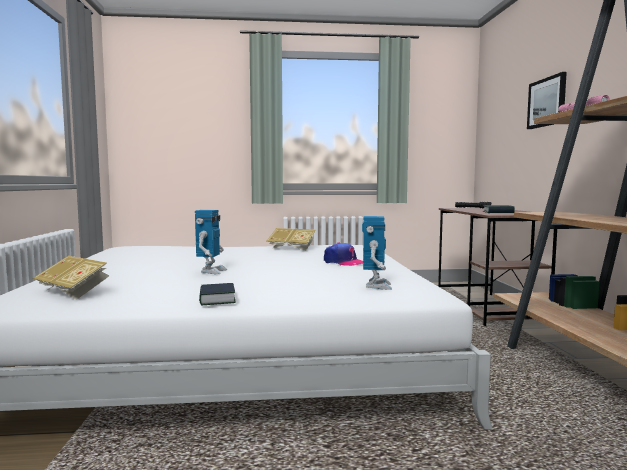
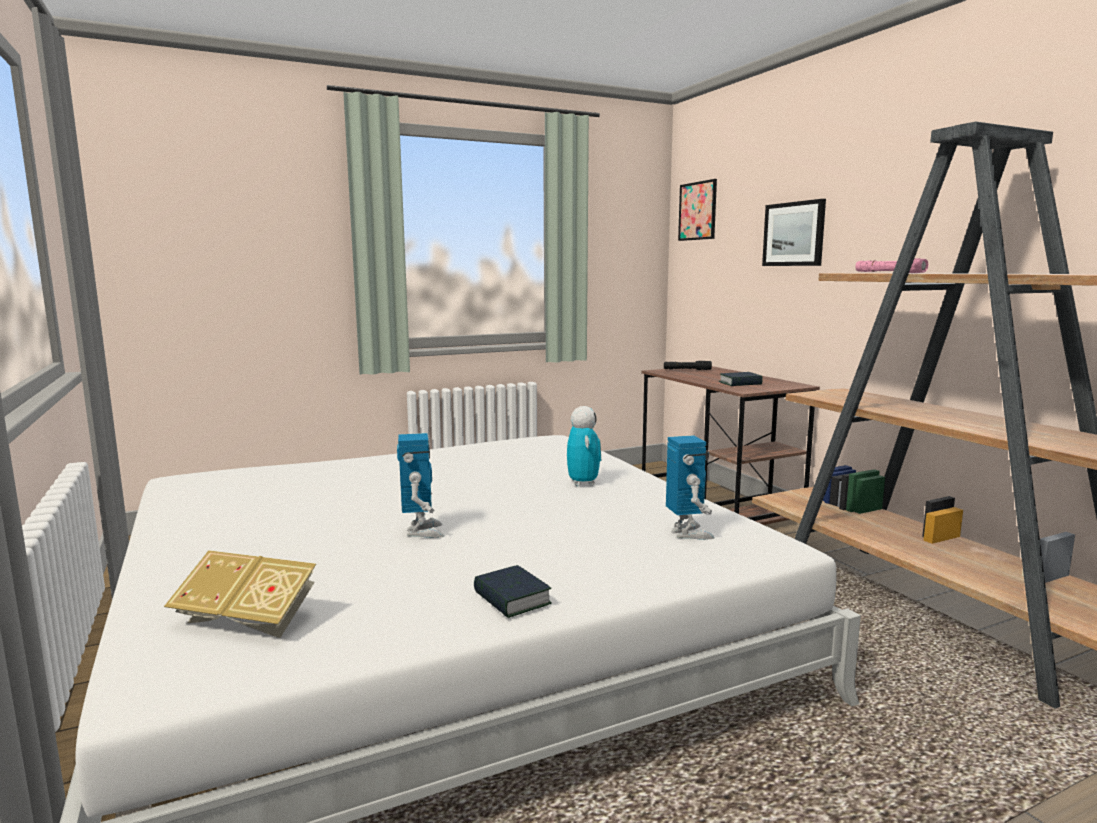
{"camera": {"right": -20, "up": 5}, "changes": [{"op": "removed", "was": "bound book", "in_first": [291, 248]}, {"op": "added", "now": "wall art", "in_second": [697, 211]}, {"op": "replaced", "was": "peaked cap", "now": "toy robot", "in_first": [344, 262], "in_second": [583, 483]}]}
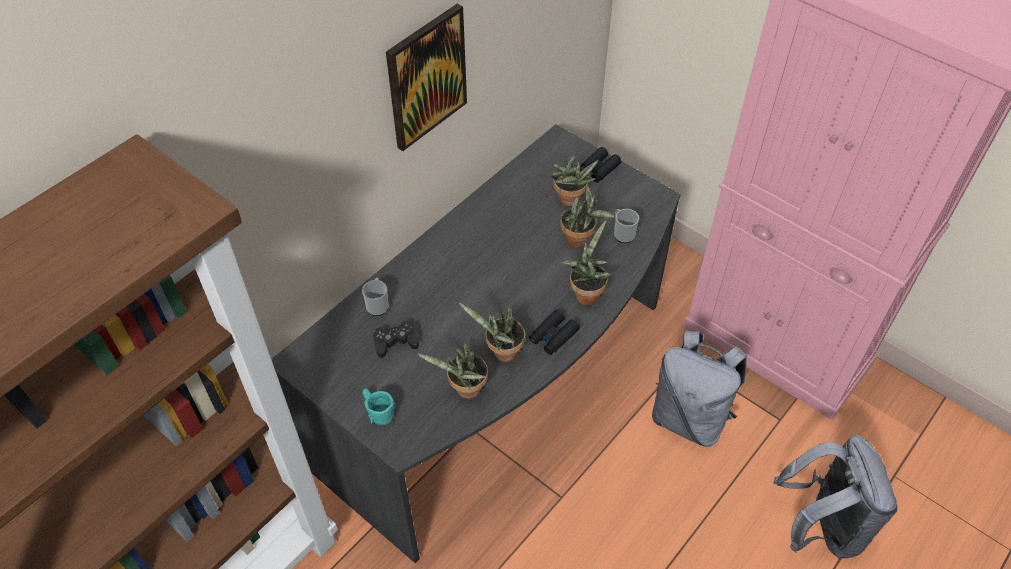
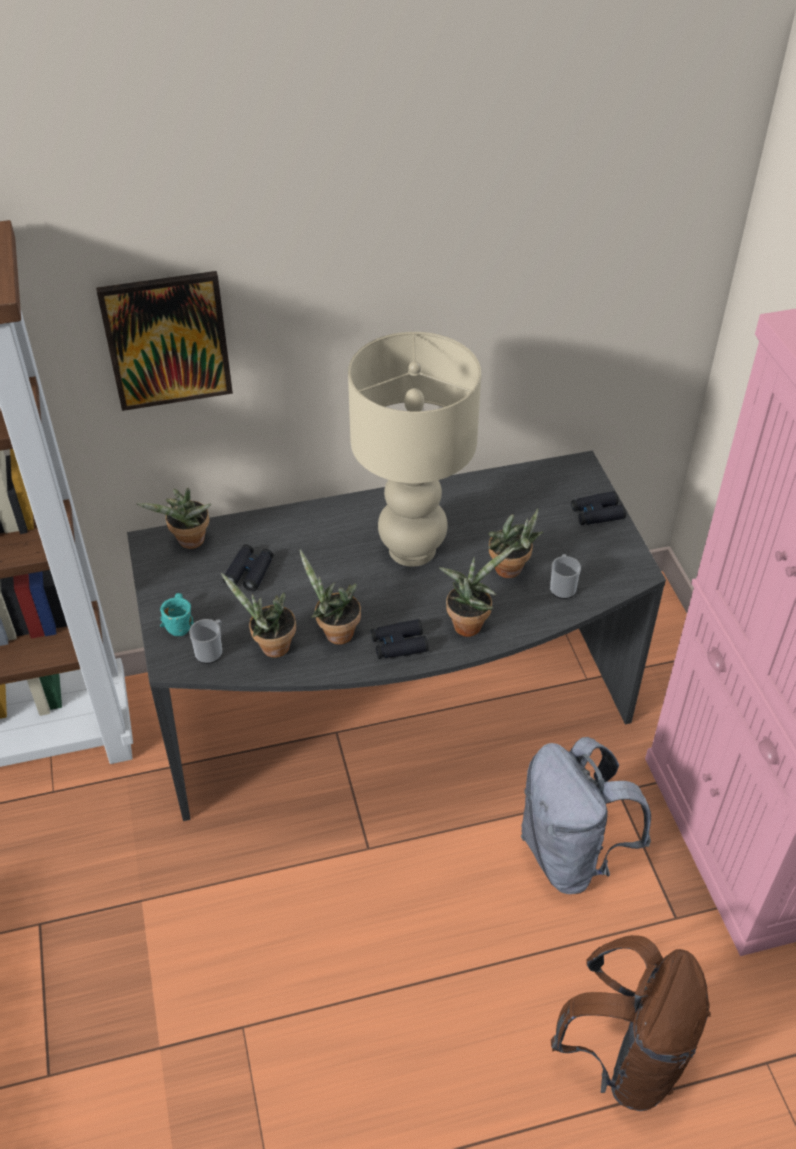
{"camera": {"right": 35, "up": -5}, "changes": [{"op": "added", "now": "tabletop lamp (sand-coloured)", "in_second": [413, 550]}, {"op": "moved", "was": "mug", "in_first": [378, 305], "in_second": [211, 651]}, {"op": "moved", "was": "wall art", "in_first": [426, 77], "in_second": [167, 340]}, {"op": "moved", "was": "houseplant", "in_first": [569, 201], "in_second": [189, 543]}, {"op": "replaced", "was": "gamepad (blackish)", "now": "binoculars (blackish)", "in_first": [396, 342], "in_second": [249, 572]}, {"op": "recoloured", "was": "knapsack (greyish)", "now": "knapsack (brown-coloured)", "in_first": [821, 526], "in_second": [626, 1056]}]}
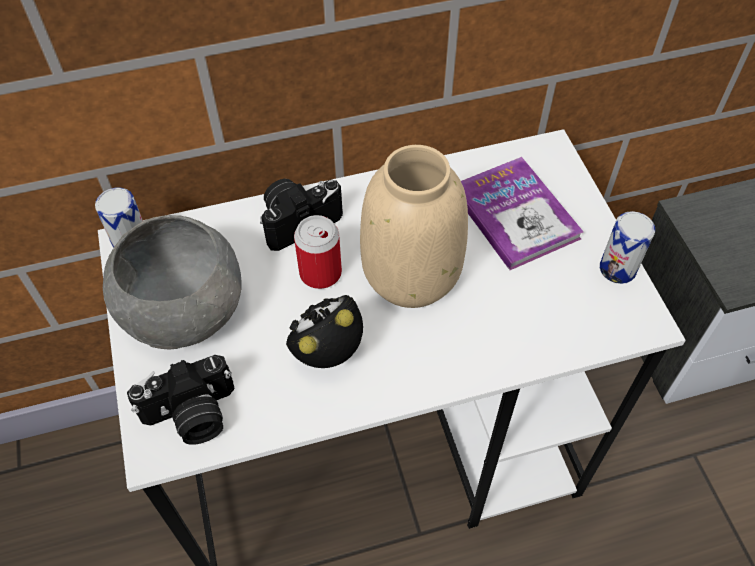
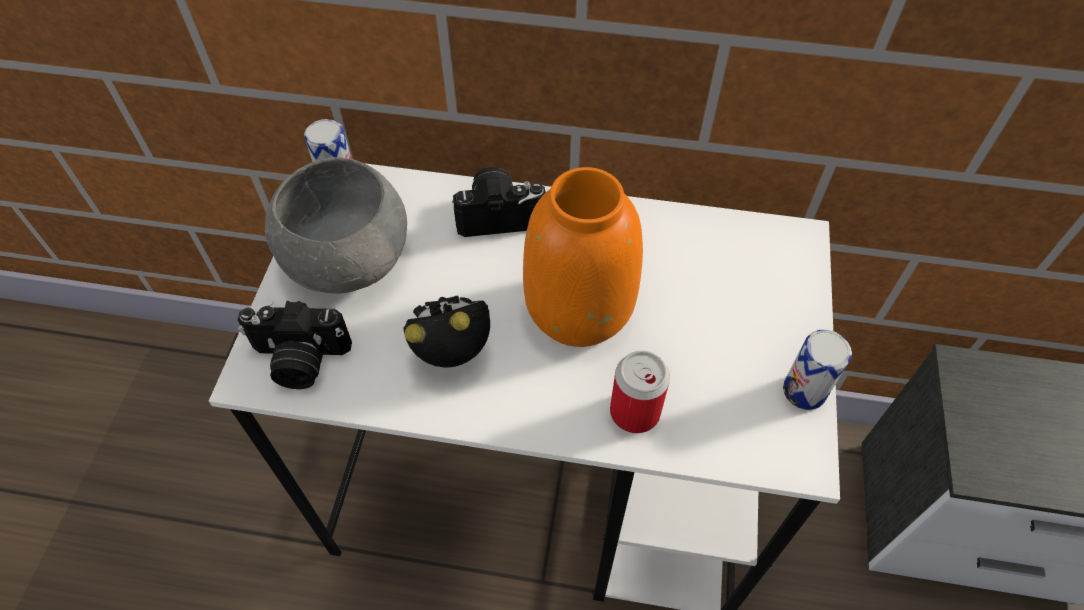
{"camera": {"right": 25, "up": 0}, "changes": [{"op": "removed", "was": "bound book", "in_first": [515, 214]}, {"op": "moved", "was": "can", "in_first": [320, 273], "in_second": [635, 411]}, {"op": "recoloured", "was": "vase (sand-coloured)", "now": "vase (orangey)", "in_first": [410, 274], "in_second": [578, 309]}]}
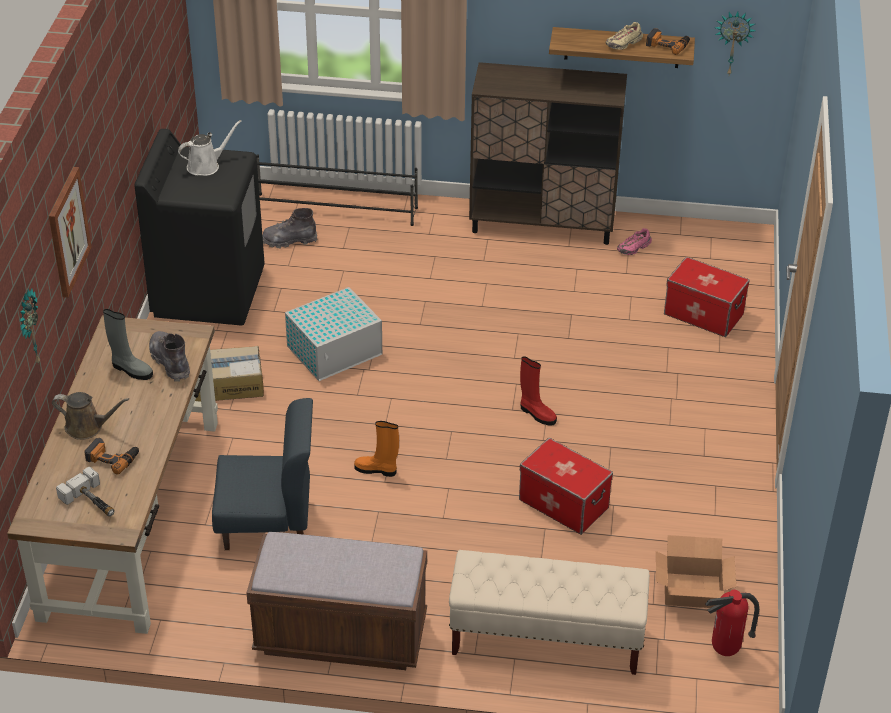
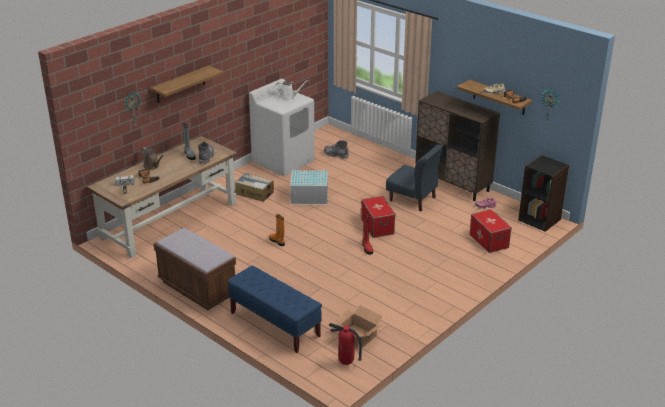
{"camera": {"right": 35, "up": -10}, "changes": [{"op": "removed", "was": "shoe shelf (blackish)", "in_first": [336, 210]}, {"op": "added", "now": "shelving unit (blackish)", "in_second": [540, 219]}, {"op": "moved", "was": "chair (blue)", "in_first": [267, 523], "in_second": [413, 199]}, {"op": "moved", "was": "storage box", "in_first": [564, 503], "in_second": [377, 226]}, {"op": "replaced", "was": "wall art", "now": "shelf", "in_first": [67, 232], "in_second": [180, 84]}, {"op": "recoloured", "was": "laundry machine (blackish)", "now": "laundry machine (whitish)", "in_first": [208, 292], "in_second": [283, 161]}, {"op": "recoloured", "was": "indoor bench (sand-coloured)", "now": "indoor bench (blue)", "in_first": [545, 639], "in_second": [274, 324]}]}
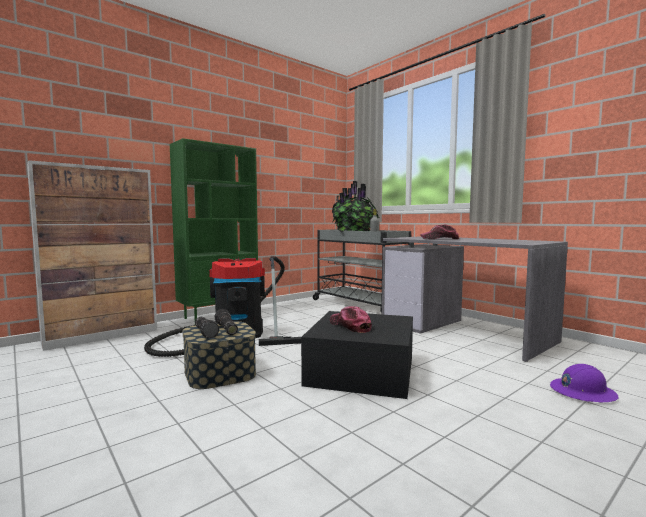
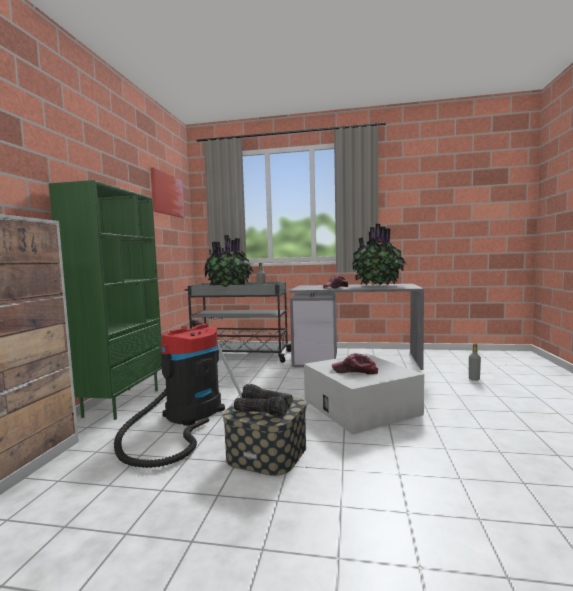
{"camera": {"right": -40, "up": 0}, "changes": [{"op": "added", "now": "wall art", "in_second": [167, 194]}, {"op": "added", "now": "houseplant", "in_second": [378, 286]}, {"op": "replaced", "was": "work helmet (purplish)", "now": "bottle (greyish)", "in_first": [582, 392], "in_second": [474, 379]}, {"op": "recoloured", "was": "storage box (blackish)", "now": "storage box (whitish)", "in_first": [362, 370], "in_second": [360, 407]}]}
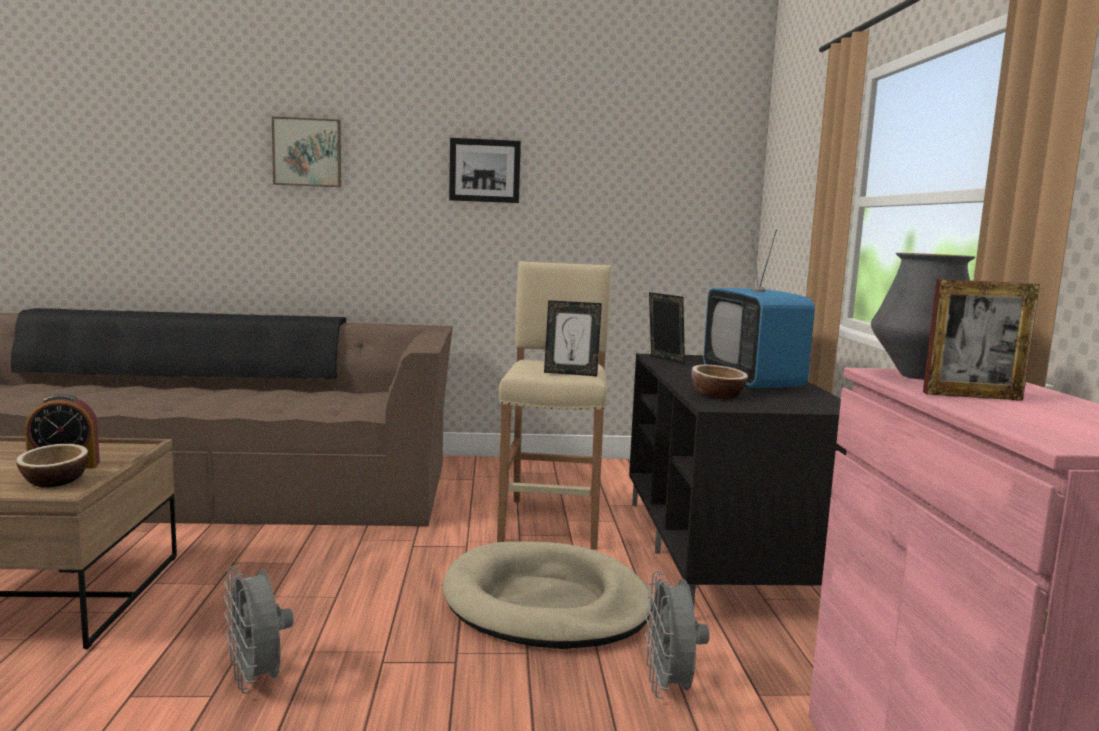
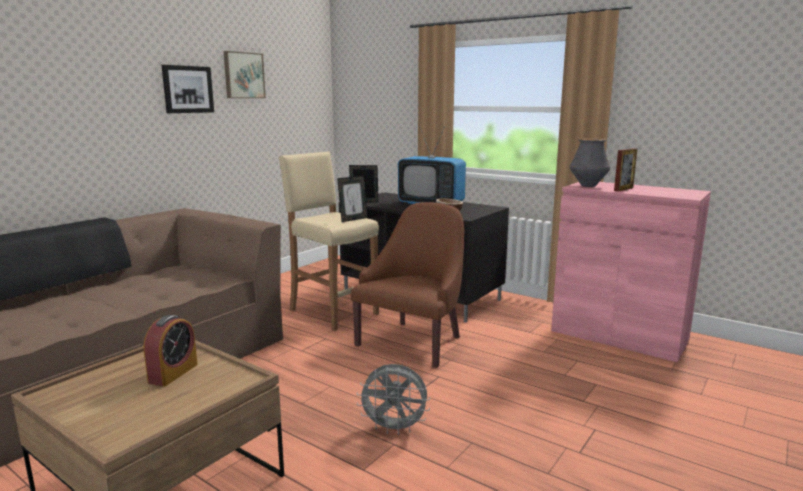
{"camera": {"right": -50, "up": 5}, "changes": [{"op": "removed", "was": "deep dish", "in_first": [54, 481]}, {"op": "removed", "was": "electric fan (greyish)", "in_first": [669, 688]}, {"op": "moved", "was": "wall art", "in_first": [307, 152], "in_second": [243, 75]}, {"op": "replaced", "was": "dog bed (sand-coloured)", "now": "easy chair (brown-coloured)", "in_first": [546, 603], "in_second": [413, 341]}]}
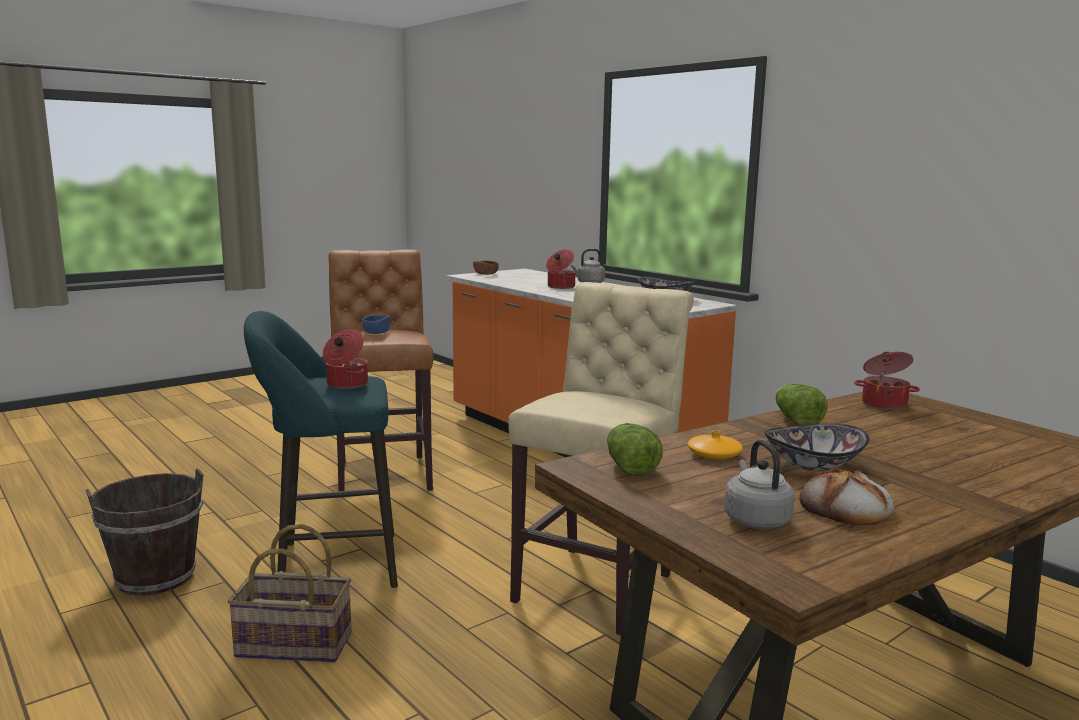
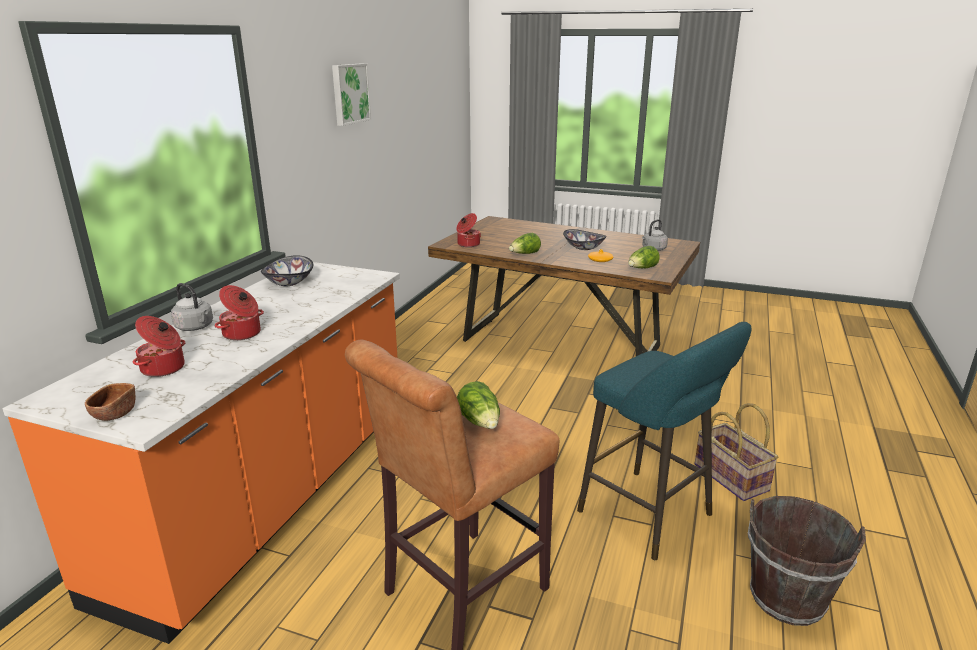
{"camera": {"right": -120, "up": 10}, "changes": [{"op": "removed", "was": "stool (sand-coloured)", "in_first": [598, 584]}, {"op": "removed", "was": "bread", "in_first": [846, 508]}, {"op": "added", "now": "wall art", "in_second": [349, 93]}, {"op": "moved", "was": "stockpot", "in_first": [346, 384], "in_second": [164, 368]}, {"op": "replaced", "was": "deep dish (blue)", "now": "lettuce head", "in_first": [376, 332], "in_second": [480, 422]}]}
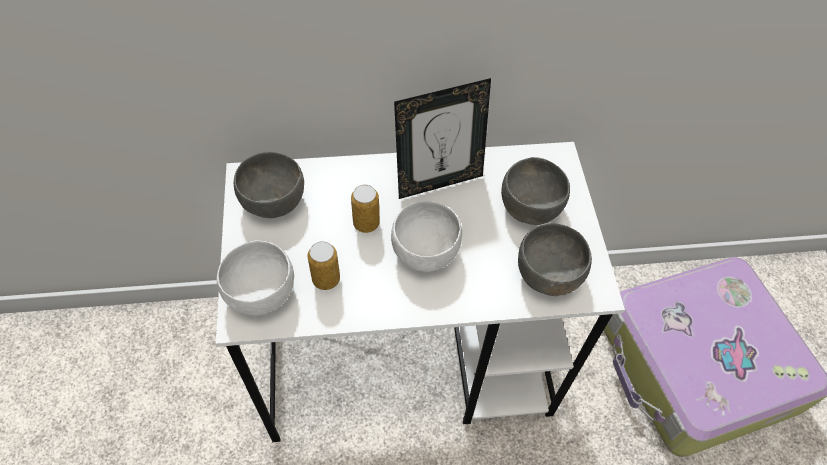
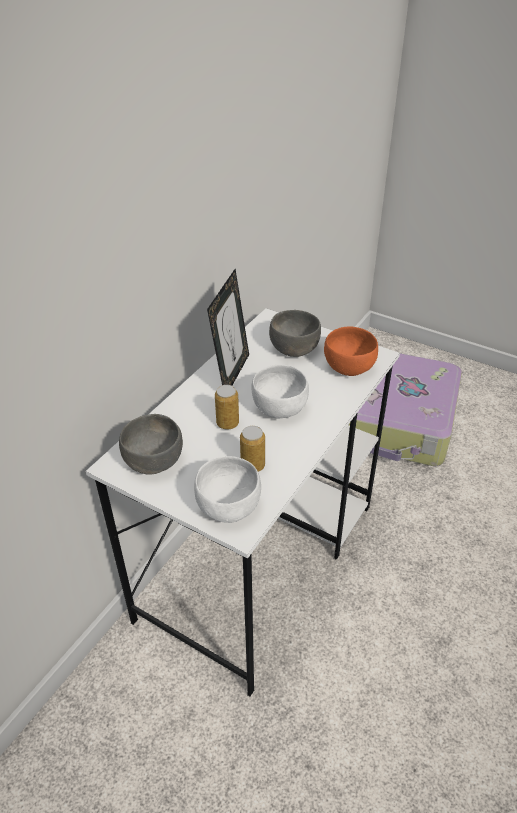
{"camera": {"right": -50, "up": -15}, "changes": [{"op": "recoloured", "was": "deep dish (greyish)", "now": "deep dish (orangey)", "in_first": [548, 275], "in_second": [349, 367]}]}
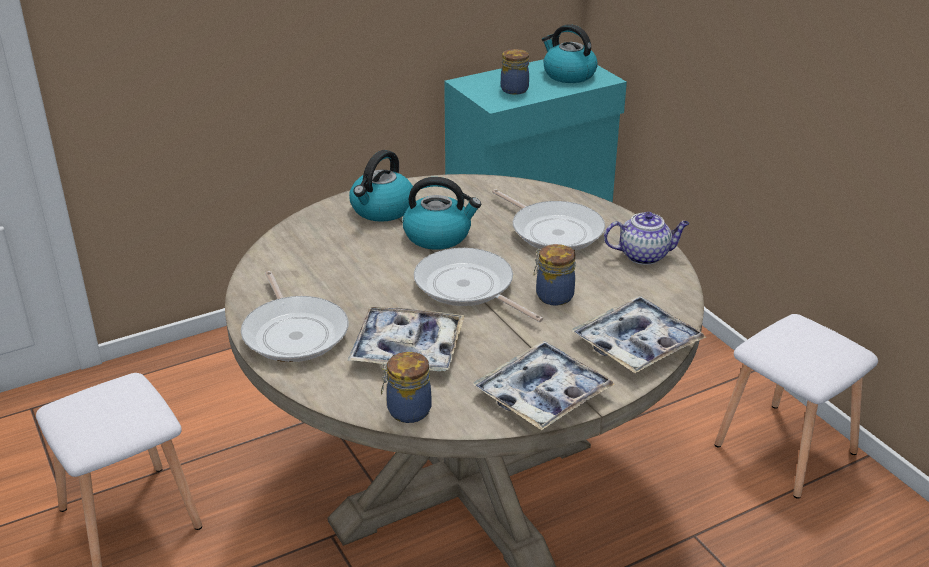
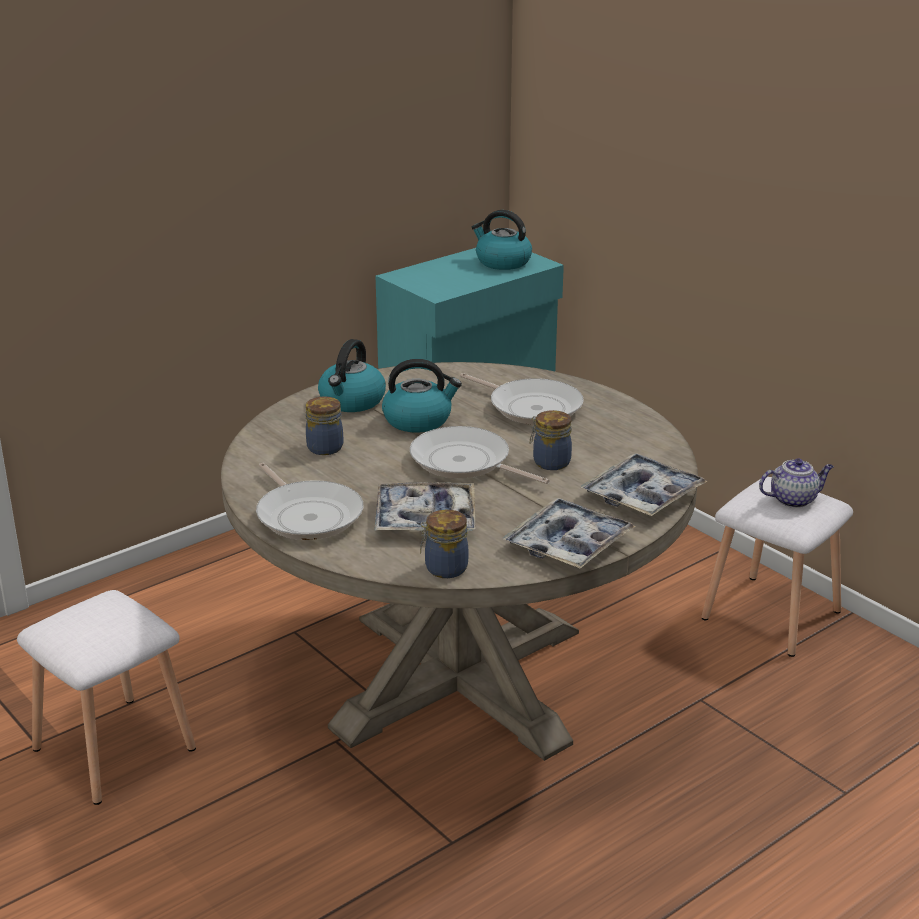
{"camera": {"right": -10, "up": -5}, "changes": [{"op": "moved", "was": "preserve jar", "in_first": [513, 89], "in_second": [324, 447]}, {"op": "moved", "was": "teapot", "in_first": [644, 255], "in_second": [794, 499]}]}
